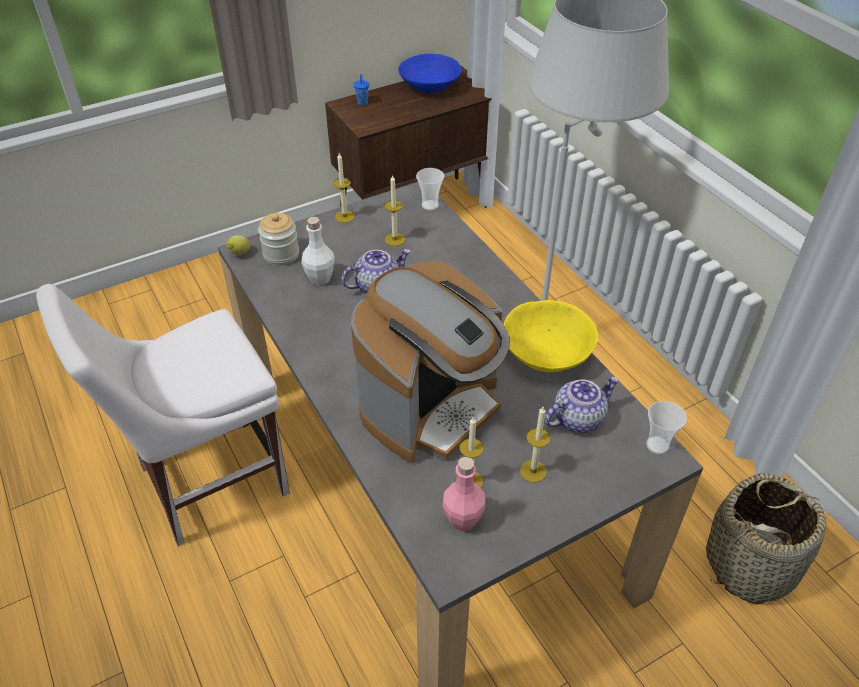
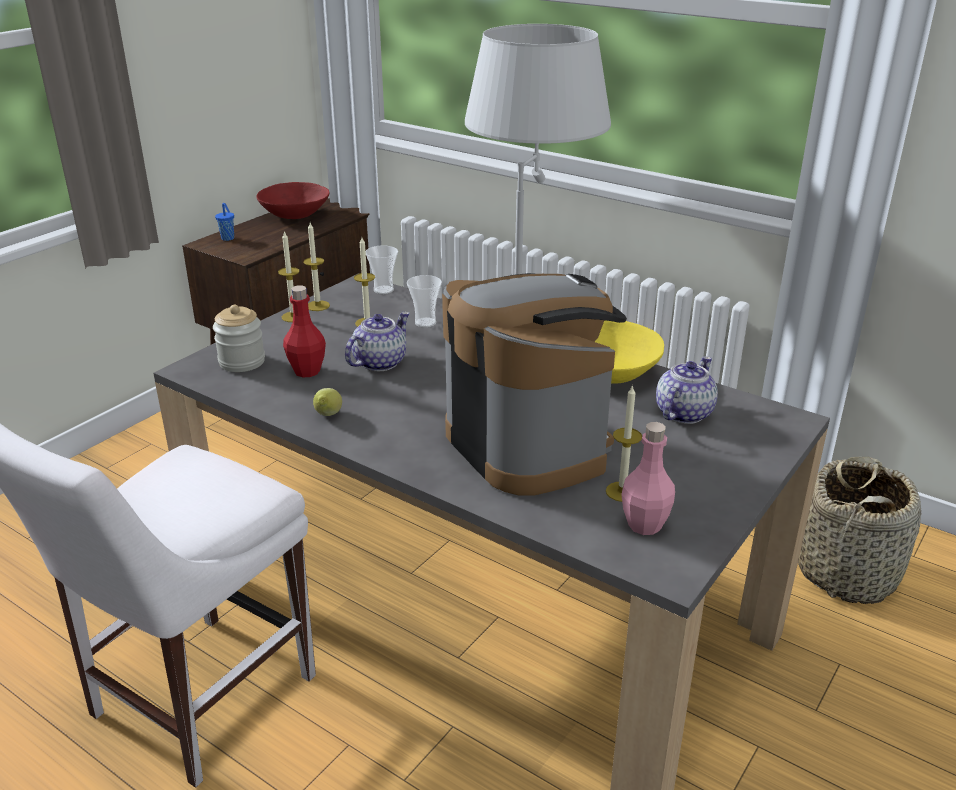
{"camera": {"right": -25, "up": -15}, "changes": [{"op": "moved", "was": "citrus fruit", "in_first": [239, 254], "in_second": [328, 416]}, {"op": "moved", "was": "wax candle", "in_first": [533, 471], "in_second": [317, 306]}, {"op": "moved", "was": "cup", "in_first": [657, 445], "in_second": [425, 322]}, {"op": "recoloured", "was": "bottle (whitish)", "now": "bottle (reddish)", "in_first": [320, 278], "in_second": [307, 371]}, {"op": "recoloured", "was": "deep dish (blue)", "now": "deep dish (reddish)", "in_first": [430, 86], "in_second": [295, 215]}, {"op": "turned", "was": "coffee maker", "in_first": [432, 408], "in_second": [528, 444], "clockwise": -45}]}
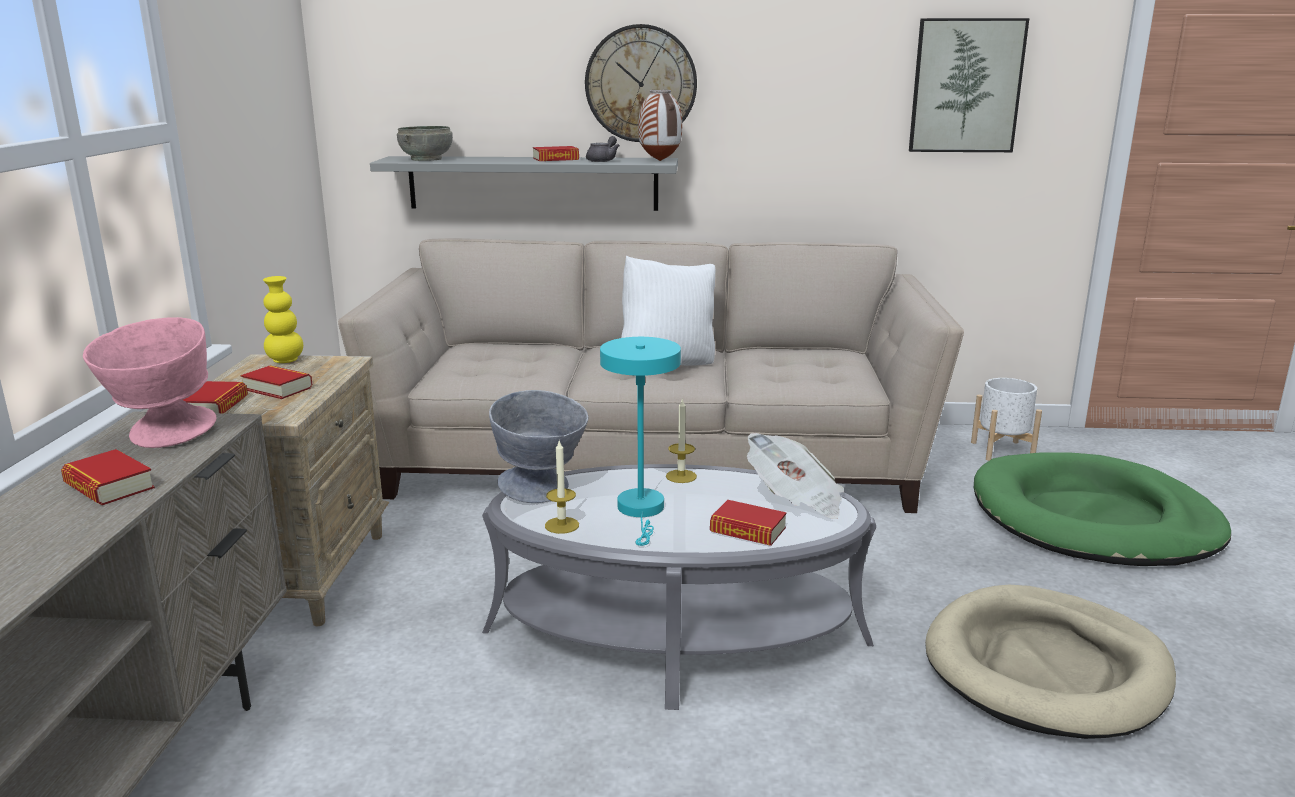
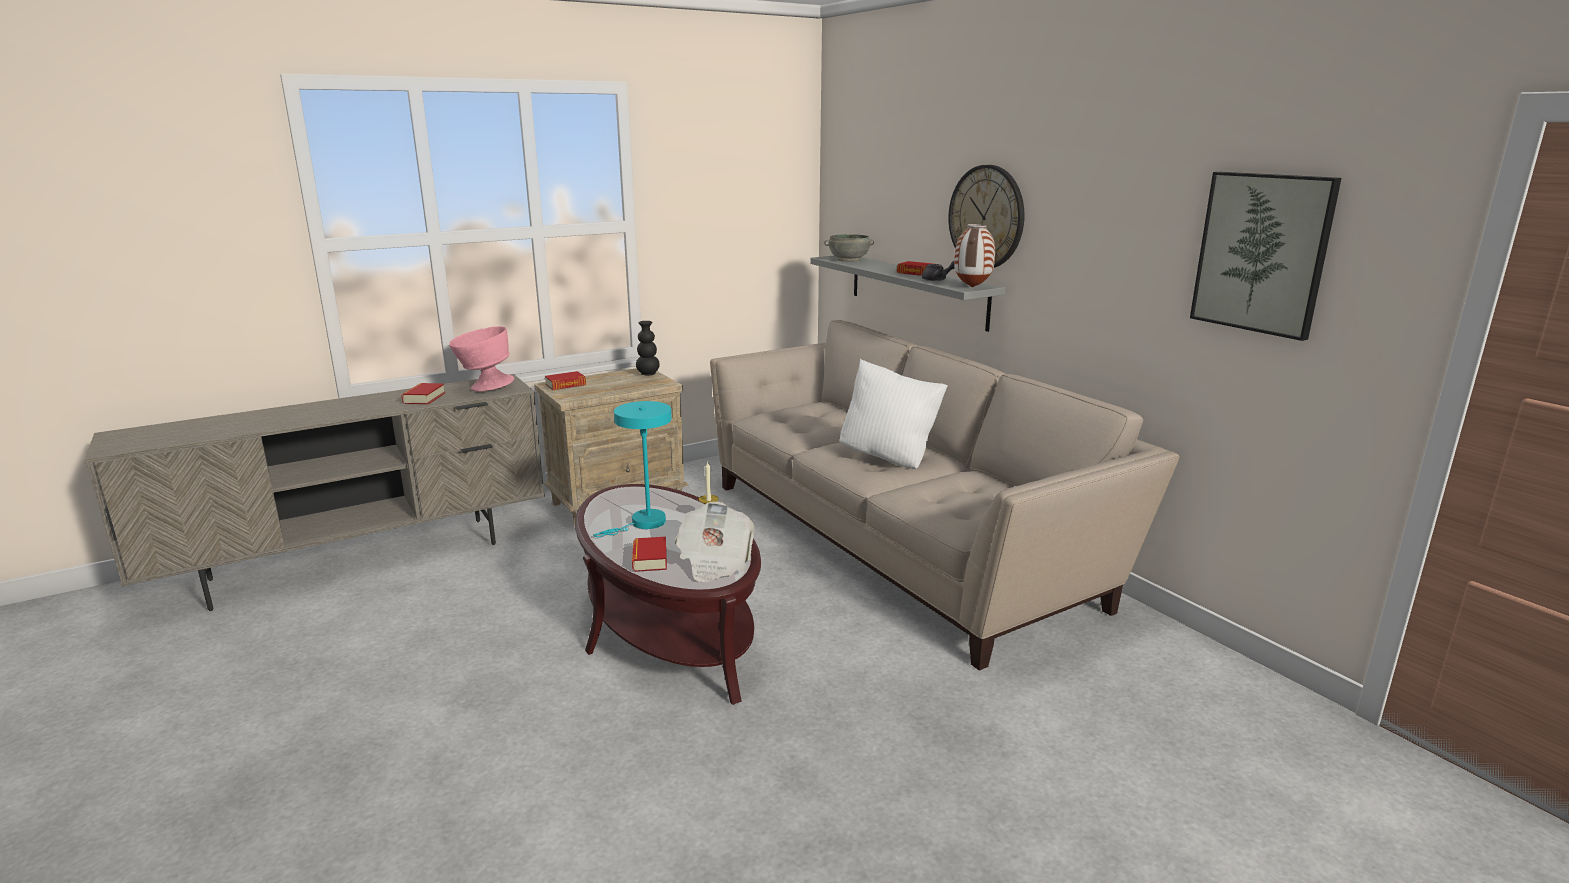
{"camera": {"right": 55, "up": 0}, "changes": [{"op": "removed", "was": "bound book", "in_first": [277, 388]}, {"op": "removed", "was": "deep dish (greyish)", "in_first": [541, 493]}, {"op": "removed", "was": "wax candle", "in_first": [562, 525]}, {"op": "removed", "was": "dog bed (sand-coloured)", "in_first": [1046, 668]}, {"op": "removed", "was": "plant pot (whitish)", "in_first": [1002, 450]}, {"op": "removed", "was": "dog bed (greenish)", "in_first": [1093, 519]}, {"op": "recoloured", "was": "vase (yellow-coloured)", "now": "vase (blackish)", "in_first": [285, 360], "in_second": [648, 374]}, {"op": "recoloured", "was": "lounge table (greyish)", "now": "lounge table (brown-coloured)", "in_first": [675, 635], "in_second": [668, 627]}]}
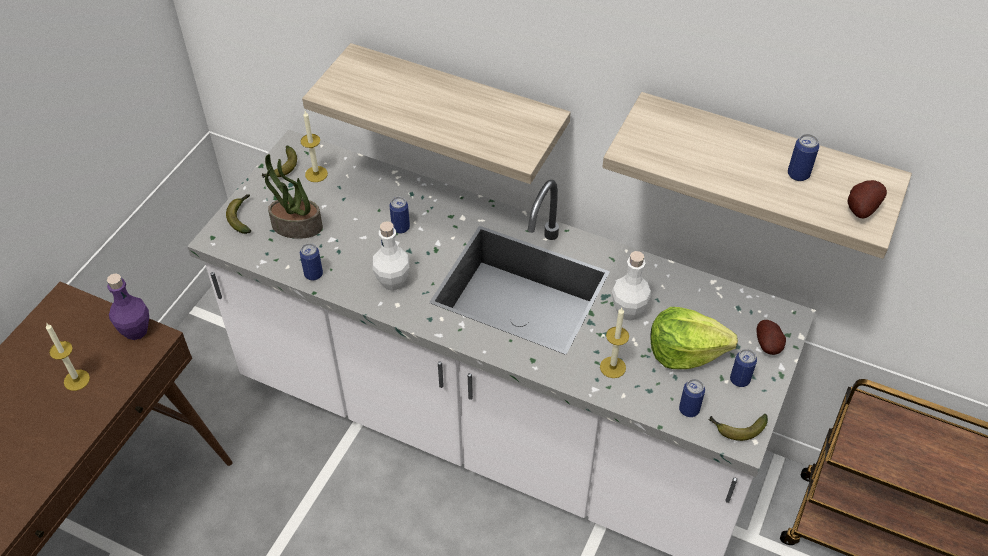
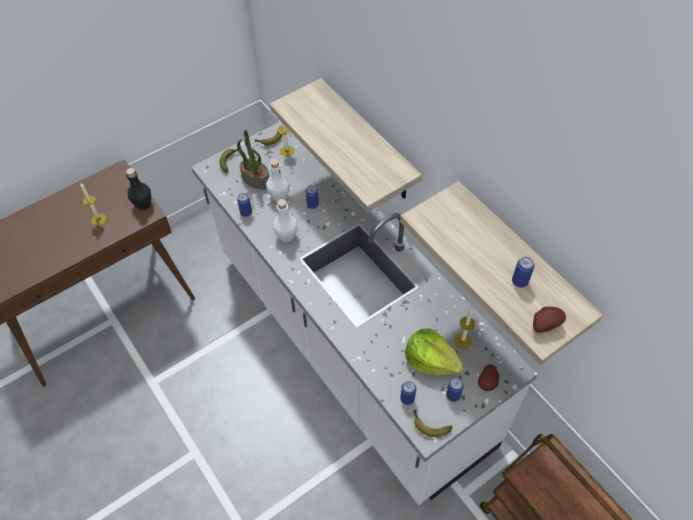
{"camera": {"right": 30, "up": 5}, "changes": [{"op": "moved", "was": "wax candle", "in_first": [612, 367], "in_second": [462, 341]}, {"op": "moved", "was": "bottle (whitish)", "in_first": [628, 311], "in_second": [279, 196]}, {"op": "recoloured", "was": "bottle (purplish)", "now": "bottle (blackish)", "in_first": [136, 331], "in_second": [143, 204]}]}
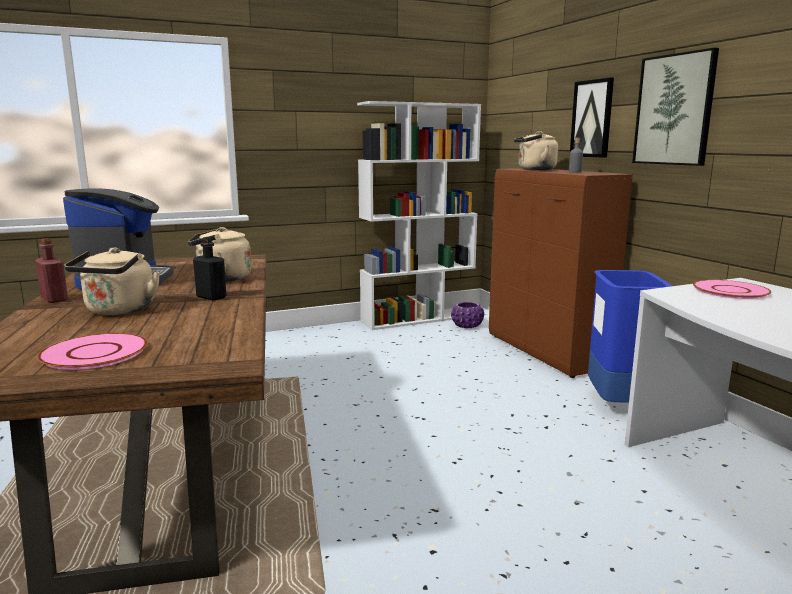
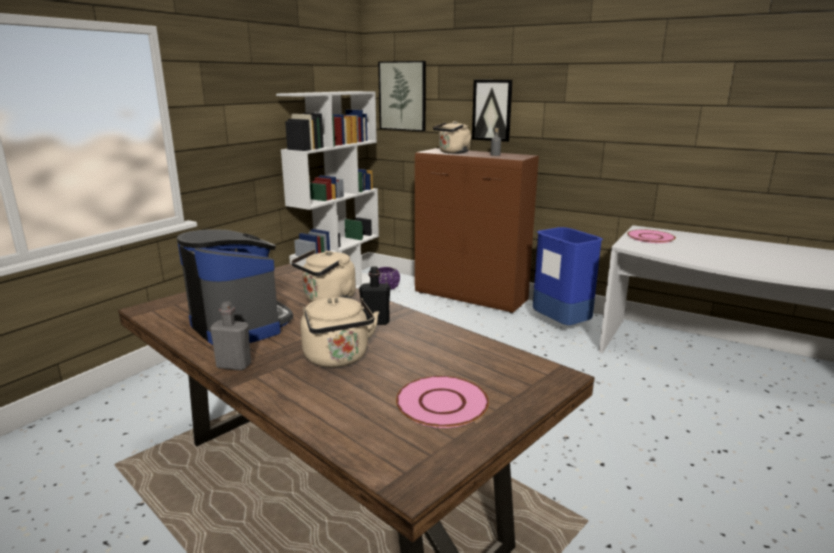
{"camera": {"right": -35, "up": 5}, "changes": [{"op": "moved", "was": "wall art", "in_first": [674, 110], "in_second": [403, 96]}, {"op": "recoloured", "was": "bottle (reddish)", "now": "bottle (greyish)", "in_first": [54, 299], "in_second": [234, 365]}]}
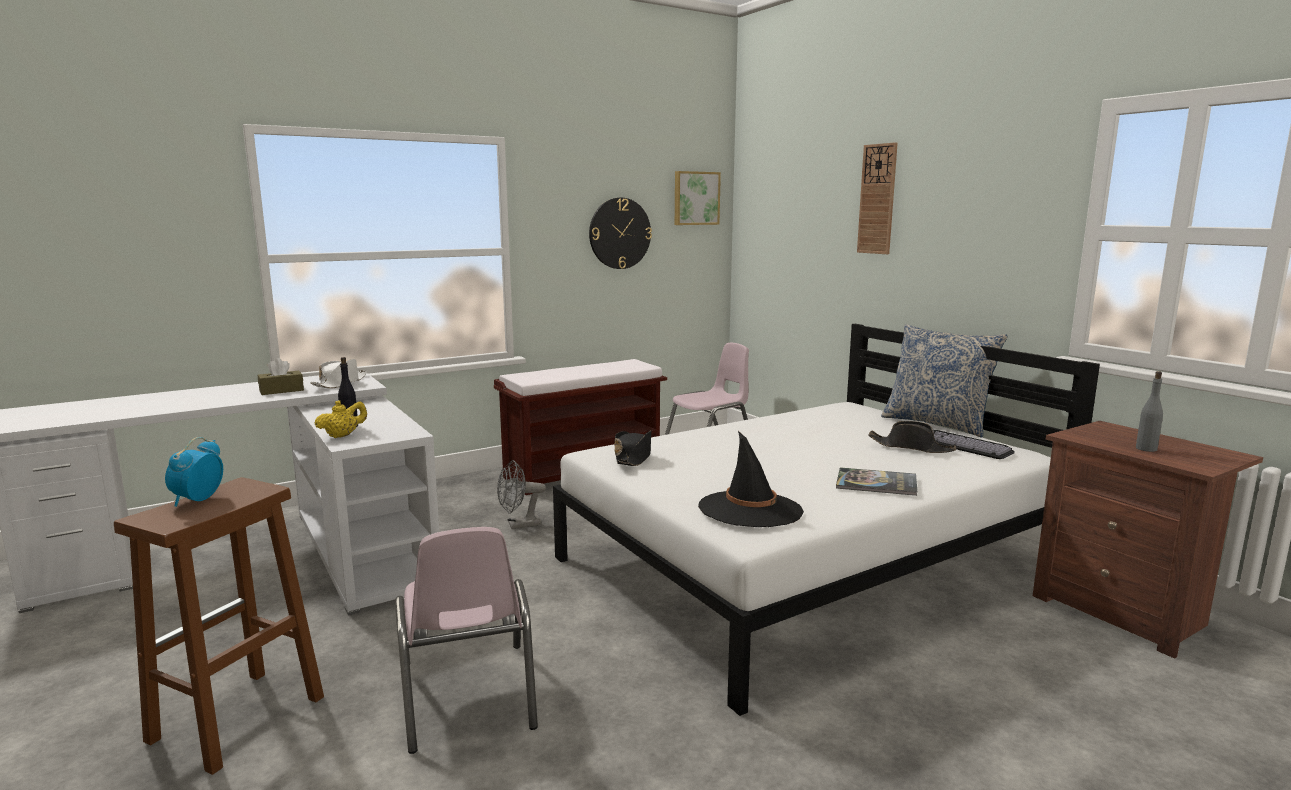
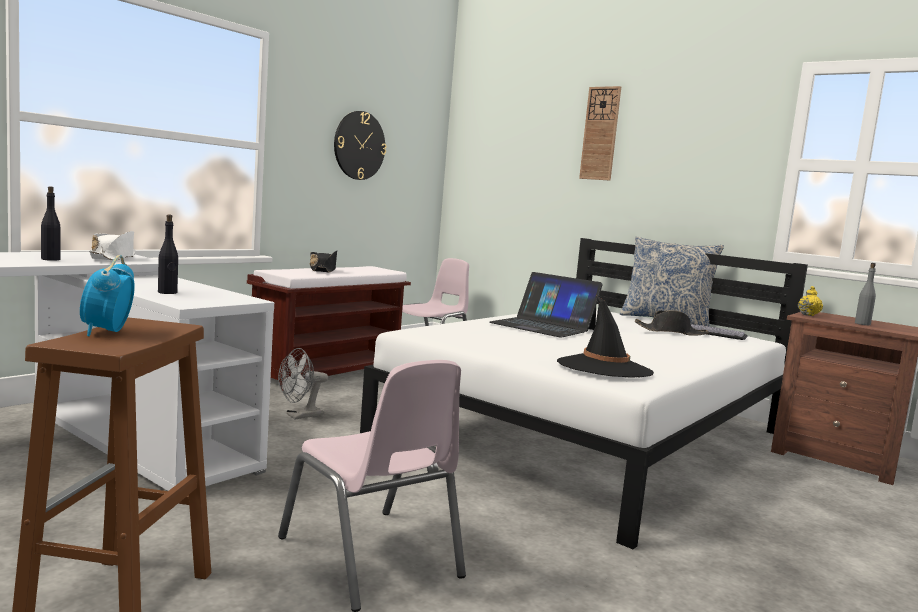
{"camera": {"right": -20, "up": -5}, "changes": [{"op": "removed", "was": "wall art", "in_first": [695, 198]}, {"op": "removed", "was": "bound book", "in_first": [876, 483]}, {"op": "added", "now": "laptop", "in_second": [543, 326]}, {"op": "moved", "was": "teapot (yellow-coloured)", "in_first": [342, 436], "in_second": [808, 315]}, {"op": "moved", "was": "wearable hat (blackish)", "in_first": [633, 457], "in_second": [323, 270]}, {"op": "replaced", "was": "tissue holder (brown-coloured)", "now": "bottle (blackish)", "in_first": [281, 390], "in_second": [50, 259]}]}
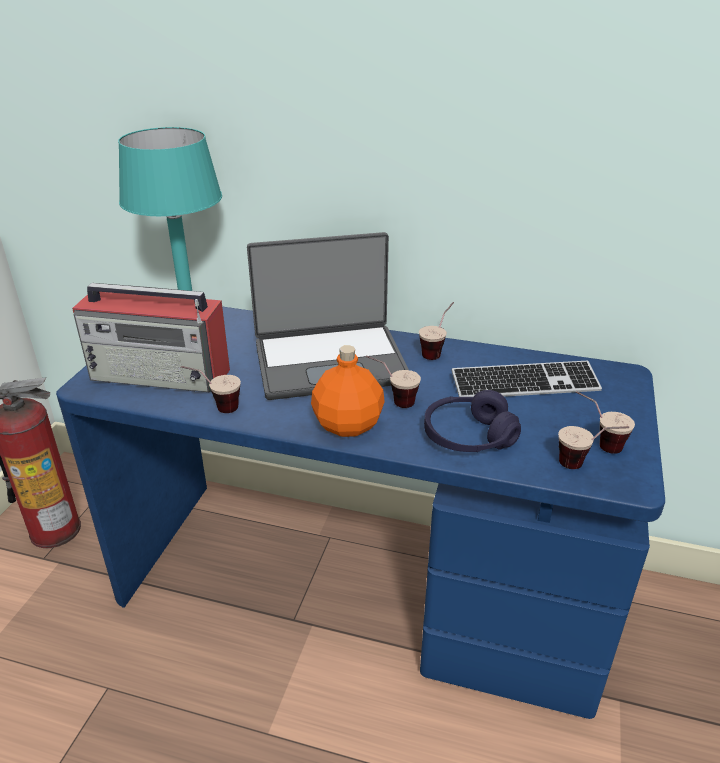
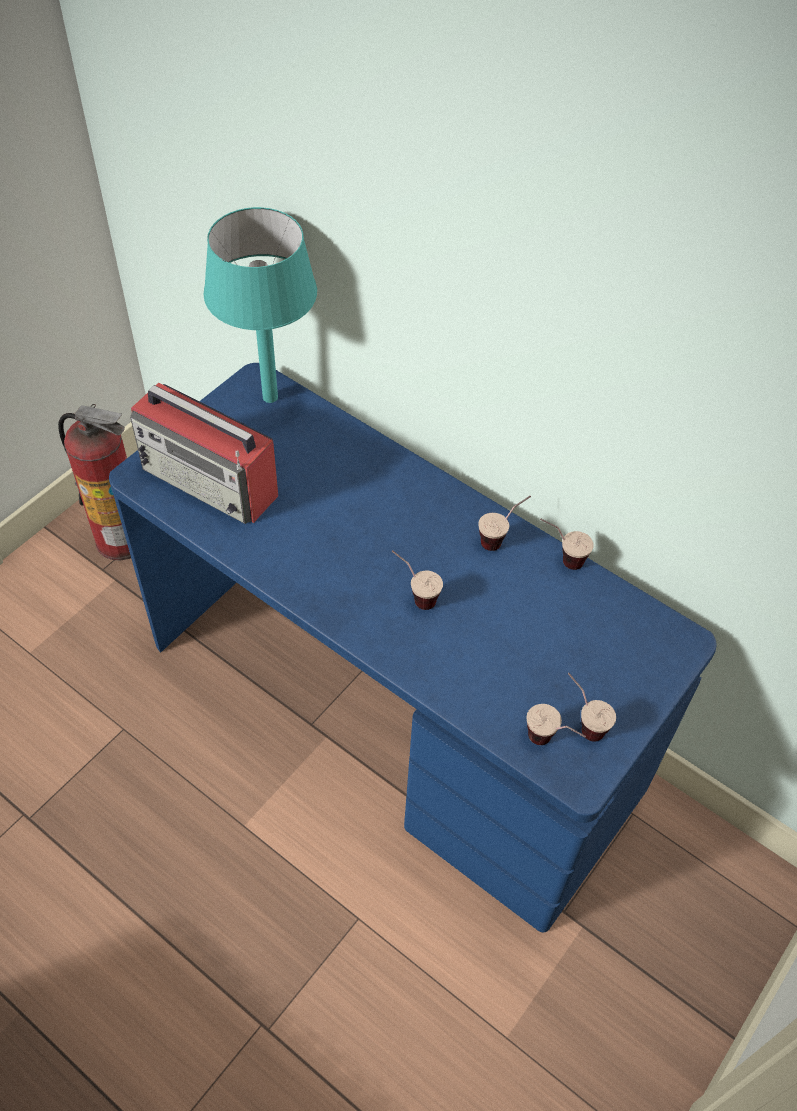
{"camera": {"right": 20, "up": 20}, "changes": [{"op": "removed", "was": "laptop", "in_first": [330, 361]}, {"op": "removed", "was": "bottle (orangey)", "in_first": [349, 425]}, {"op": "removed", "was": "pair of headphones (purplish)", "in_first": [468, 437]}, {"op": "removed", "was": "PC keyboard", "in_first": [525, 383]}, {"op": "moved", "was": "cup", "in_first": [215, 408], "in_second": [560, 558]}]}
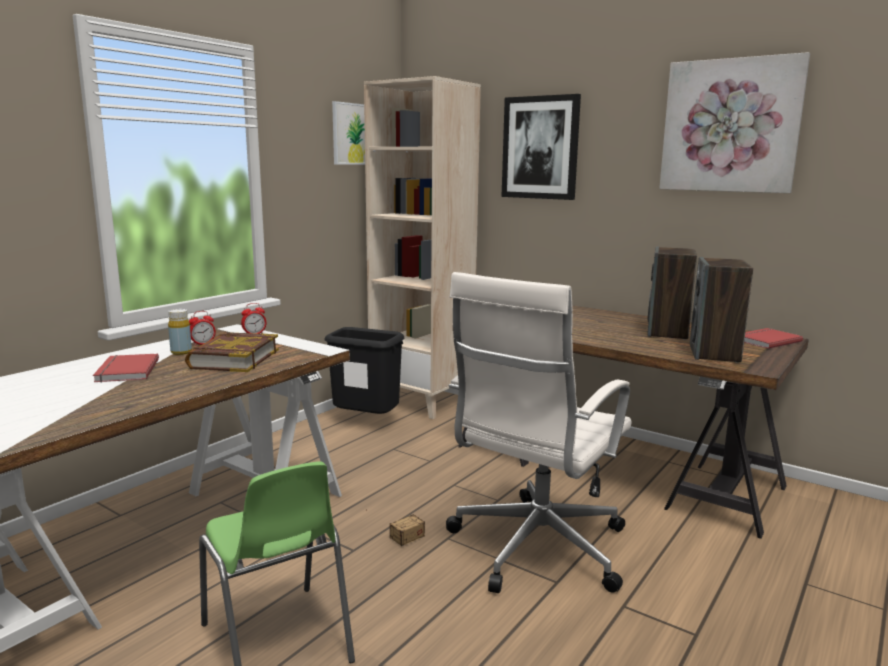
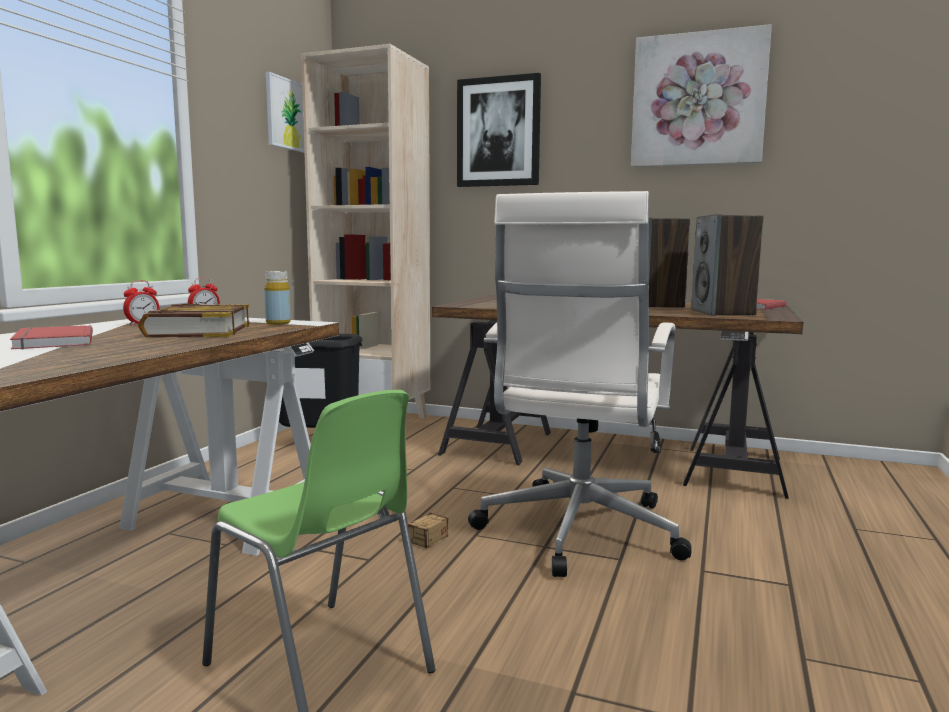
{"camera": {"right": -15, "up": -5}, "changes": [{"op": "moved", "was": "bottle (yellow-coloured)", "in_first": [181, 352], "in_second": [278, 323]}]}
